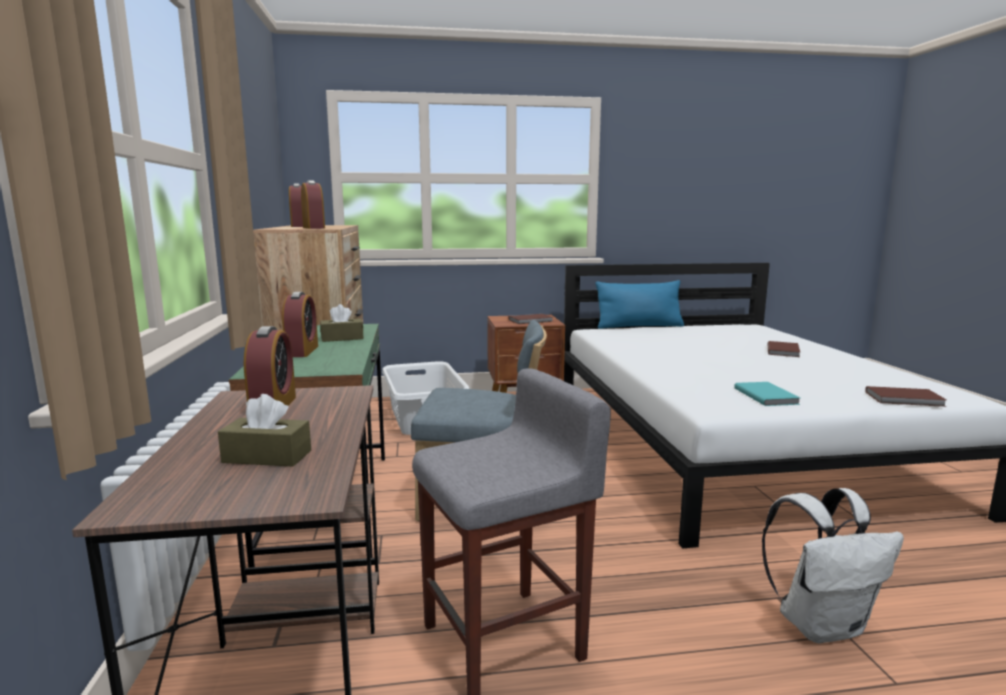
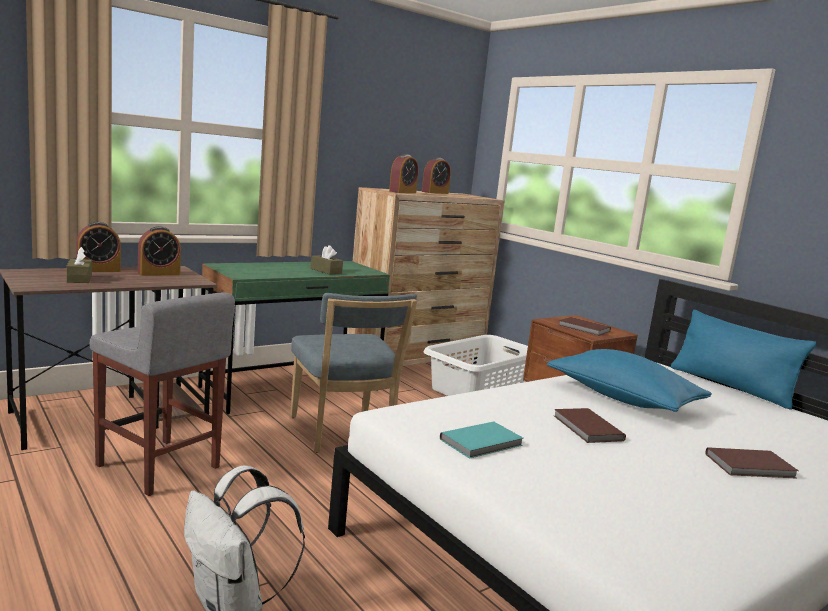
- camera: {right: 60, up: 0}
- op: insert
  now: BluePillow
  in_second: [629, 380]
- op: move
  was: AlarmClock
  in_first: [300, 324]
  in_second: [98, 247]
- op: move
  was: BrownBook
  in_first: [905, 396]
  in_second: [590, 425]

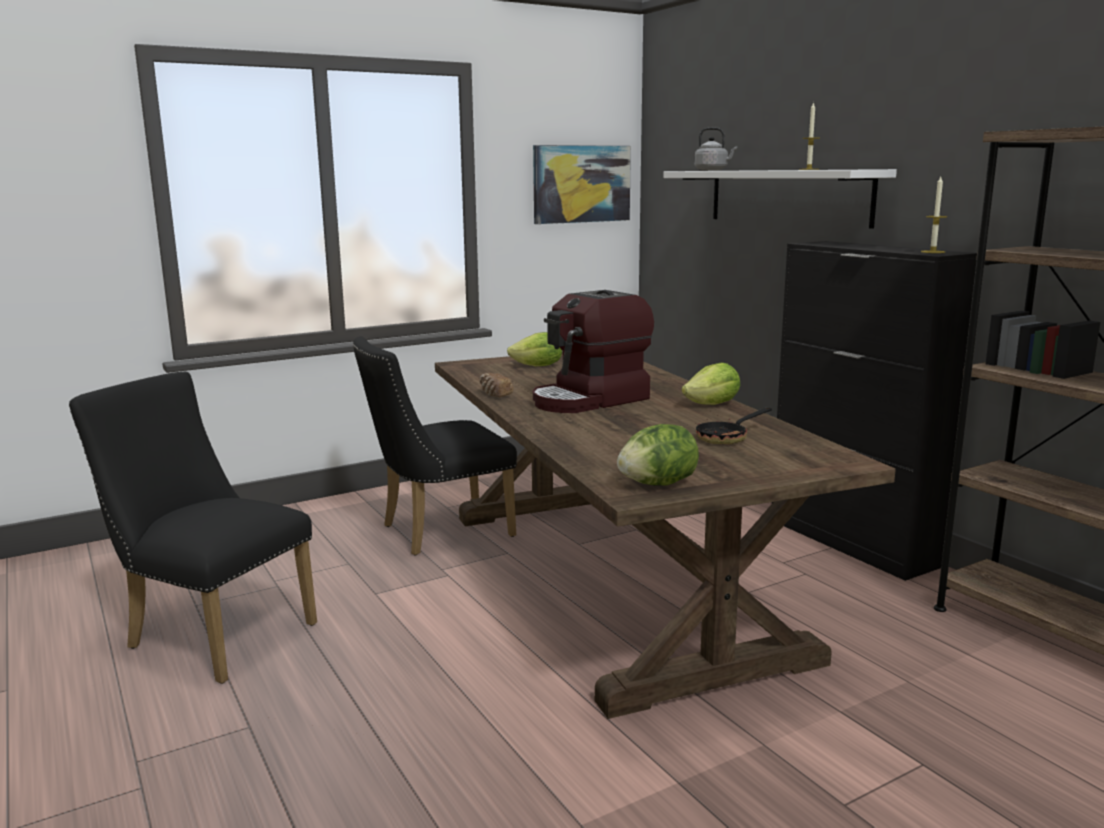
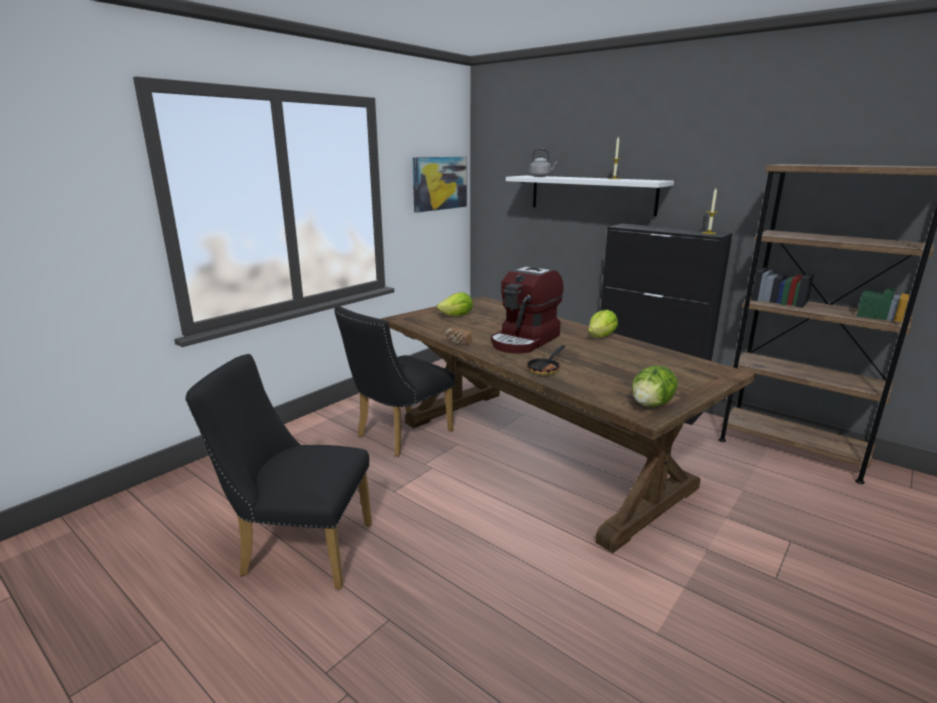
- camera: {right: -20, up: 5}
- op: move
  was: FryingPan
  in_first: [734, 426]
  in_second: [546, 360]

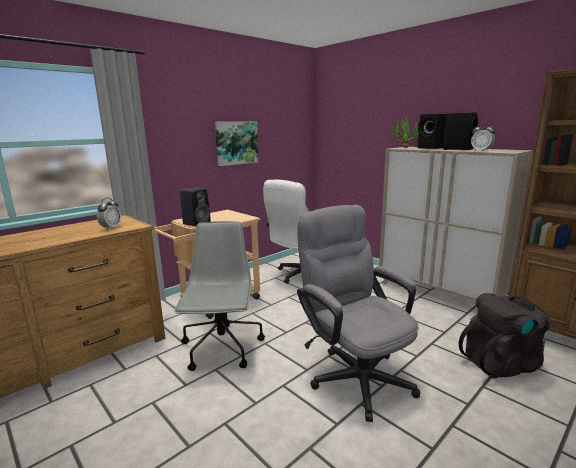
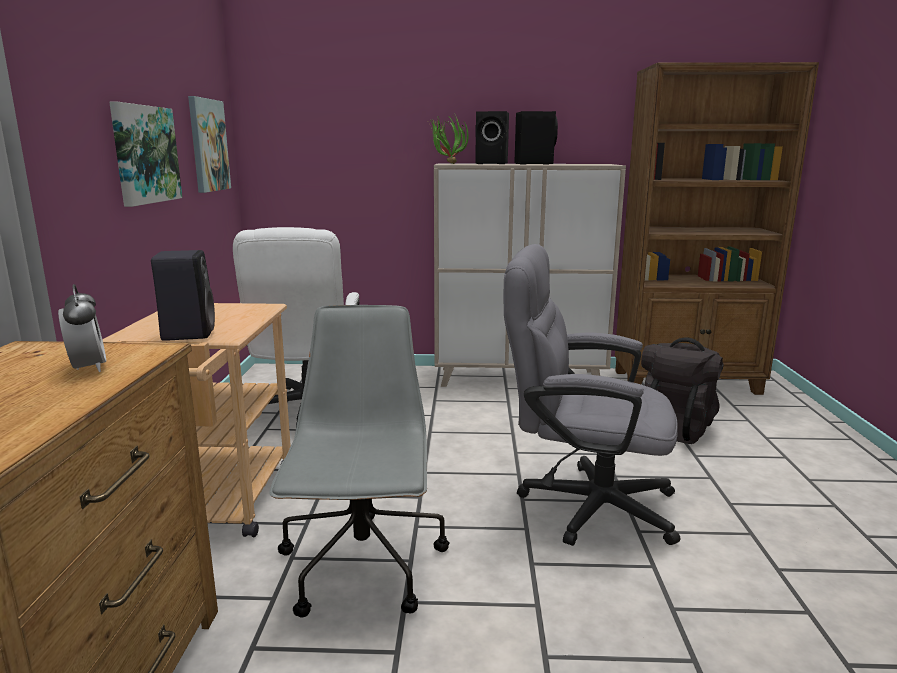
- camera: {right: -45, up: 0}
- op: delete
  was: AlarmClock
  in_first: [483, 137]
- op: insert
  now: Picture
  in_second: [209, 144]
- op: rotate
  was: GreyOfficeChair
  in_first: [219, 296]
  in_second: [359, 461]
  clockwise: 45

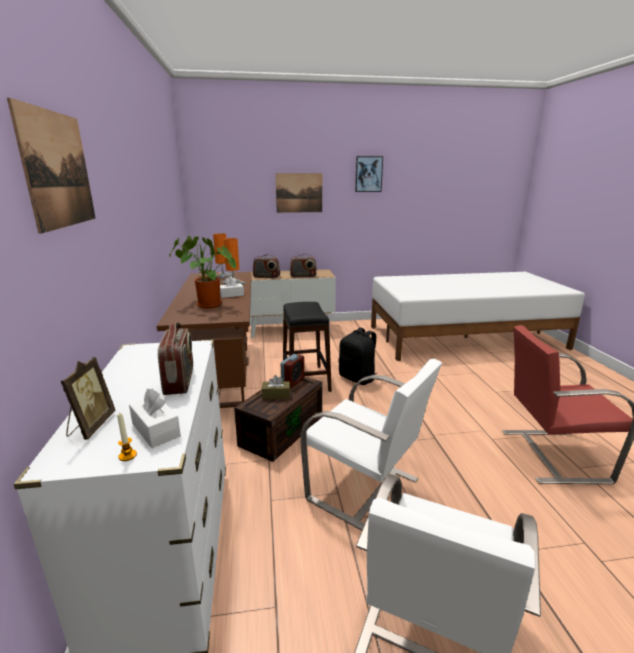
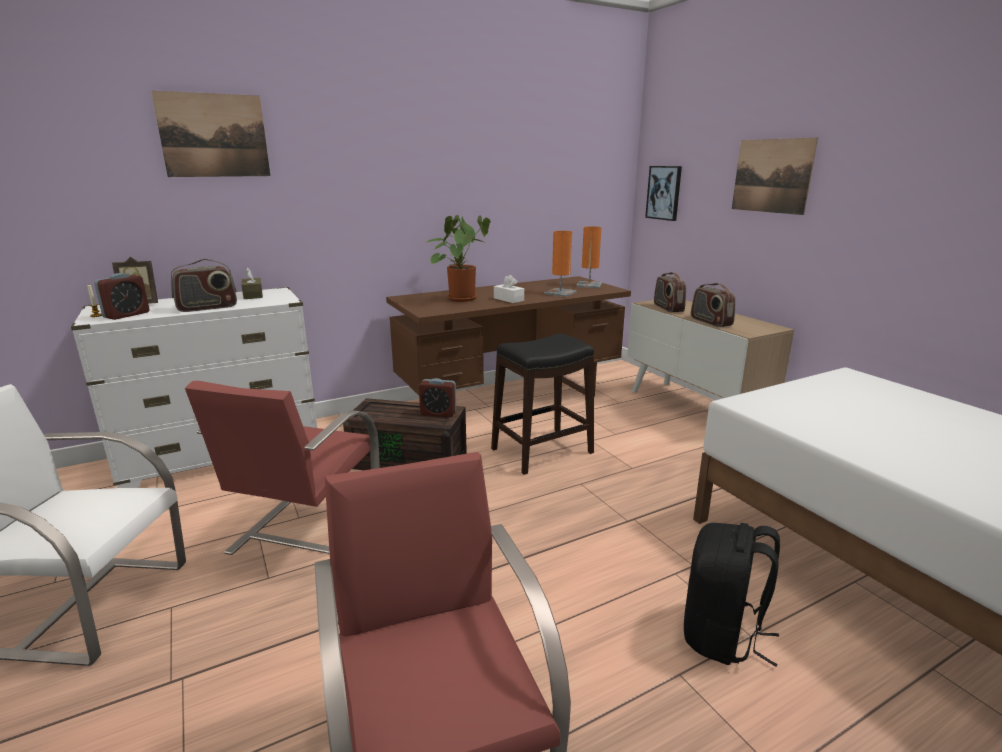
- camera: {right: 70, up: 0}
- op: move
  was: BrownTissueBox
  in_first: [276, 387]
  in_second: [252, 283]
- op: move
  was: BlackBackpack
  in_first: [358, 356]
  in_second: [732, 595]
- op: move
  was: Picture
  in_first: [369, 174]
  in_second: [663, 193]
- op: replace
  was: WhiteTissueBox
  now: AlarmClock
  in_first: [155, 418]
  in_second: [122, 296]
- op: recolor
  was: WhiteChair
  now: RedChair
  in_first: [371, 445]
  in_second: [282, 468]

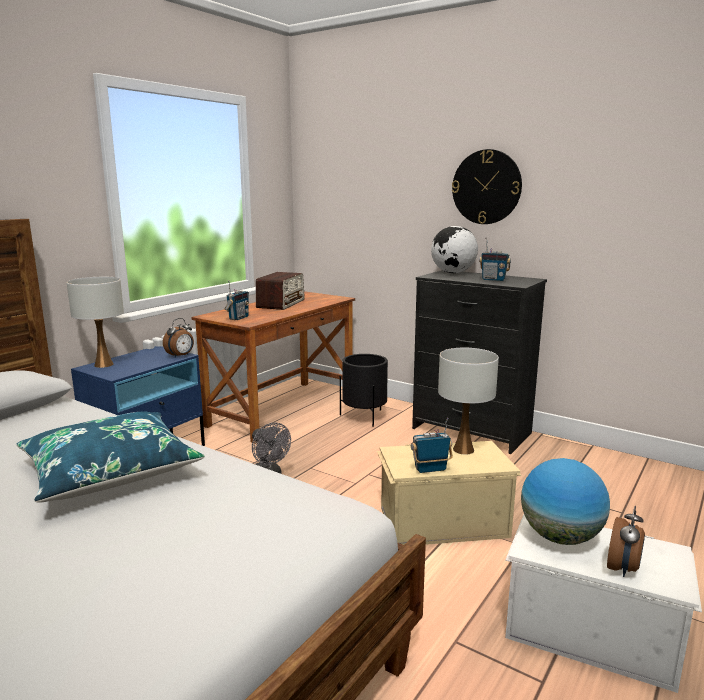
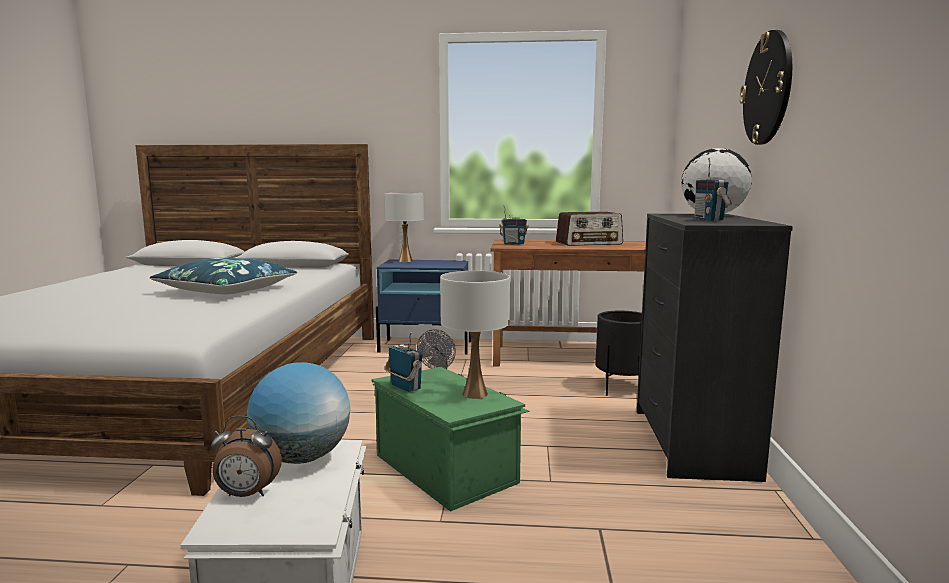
- camera: {right: 60, up: -5}
- op: delete
  was: AlarmClock
  in_first: [178, 338]
- op: recolor
  was: BeigeStorageBox
  now: GreenStorageBox
  in_first: [449, 493]
  in_second: [450, 439]

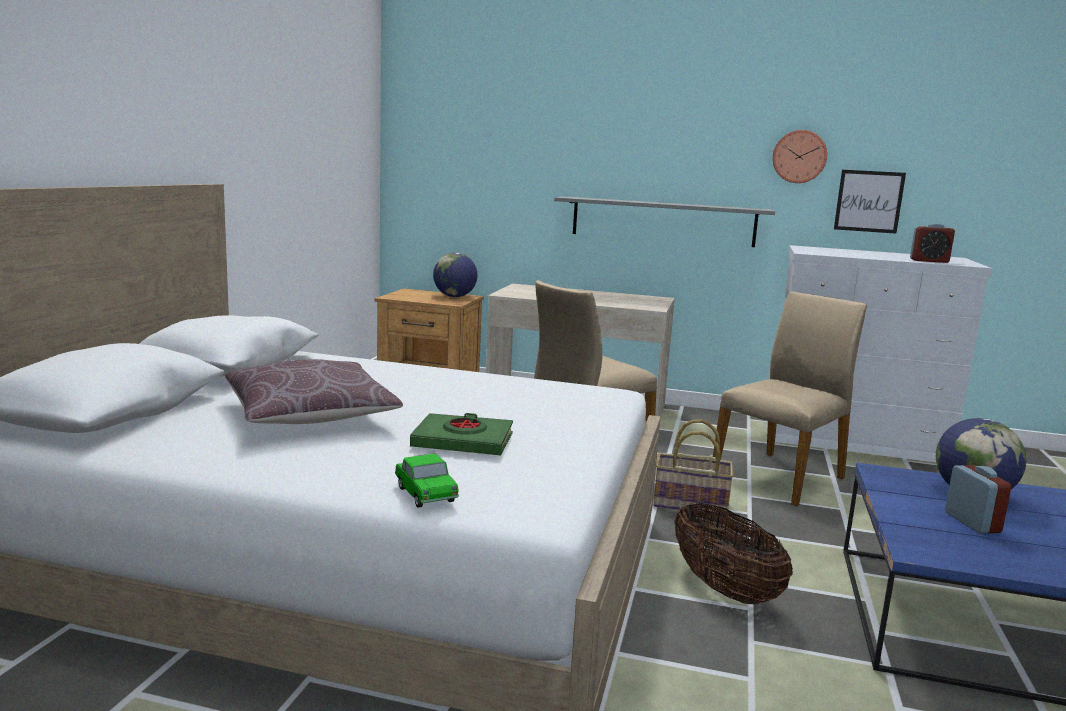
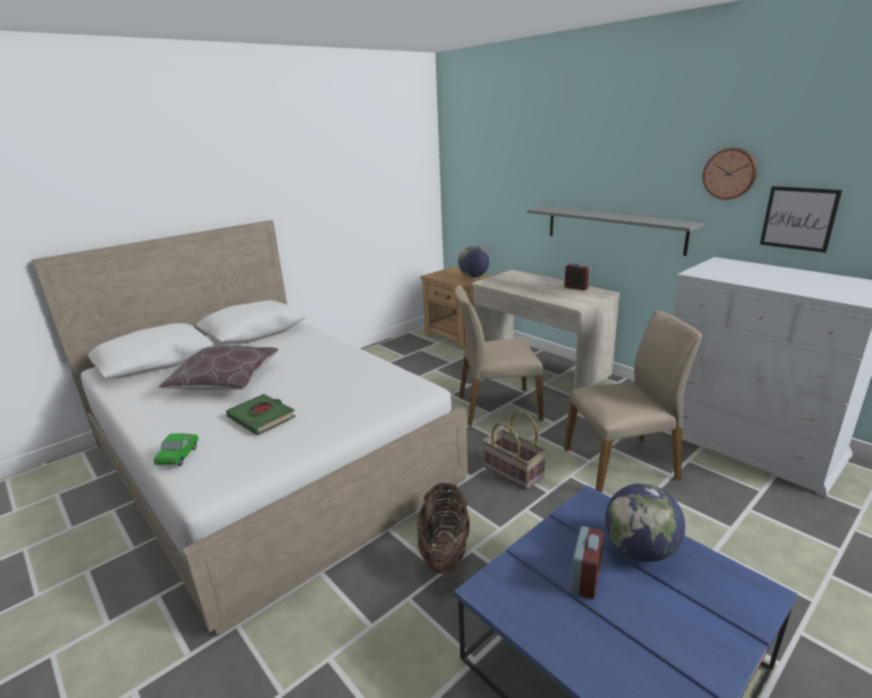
- camera: {right: 35, up: 10}
- op: move
  was: AlarmClock
  in_first: [932, 243]
  in_second: [577, 276]

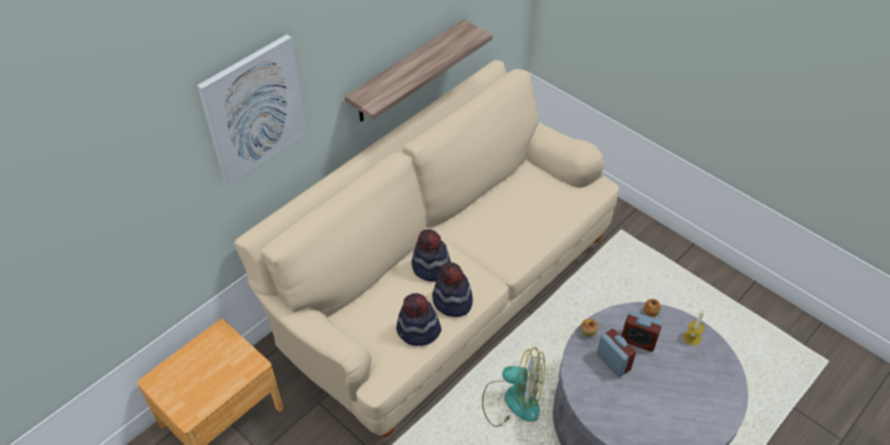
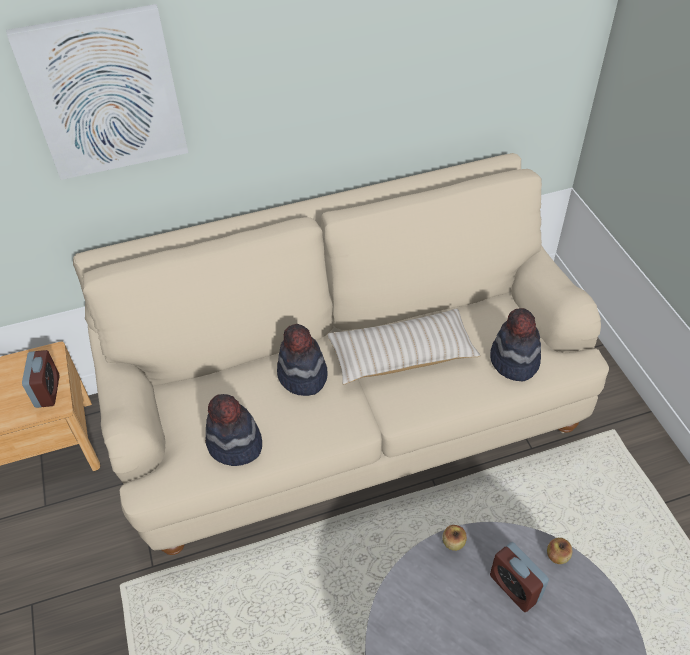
- camera: {right: 30, up: 0}
- op: delete
  was: Shelf
  in_first: [418, 70]
- op: delete
  was: Fan
  in_first: [513, 387]
- op: delete
  was: Candle
  in_first: [693, 327]
- op: insert
  now: BeigePillow
  in_second: [404, 346]
- op: move
  was: Hat
  in_first: [452, 289]
  in_second: [515, 345]
- op: move
  was: AlarmClock
  in_first: [616, 353]
  in_second: [41, 379]

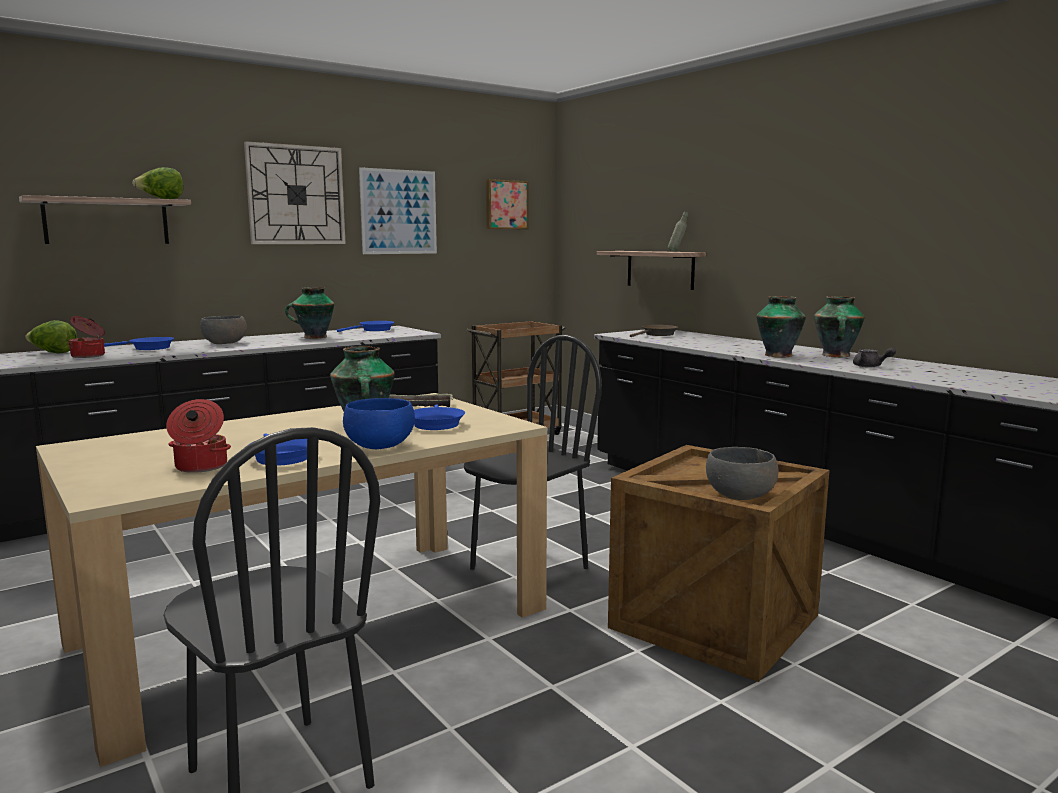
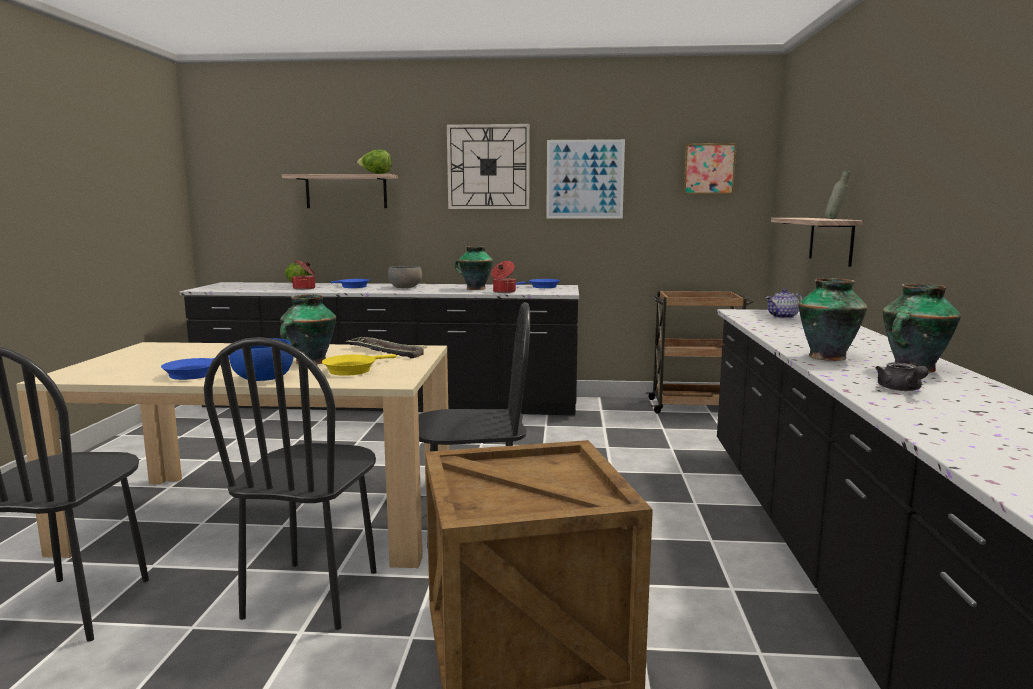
- camera: {right: 40, up: 0}
- op: delete
  was: GreyBowl
  in_first: [742, 473]
- op: insert
  now: BlackChair
  in_second: [290, 483]
- op: move
  was: CookingPot
  in_first: [198, 436]
  in_second: [503, 277]
- op: replace
  was: BrownFryingPan
  now: Teapot
  in_first: [654, 331]
  in_second: [784, 303]
- op: recolor
  was: BlueFryingPan
  now: YellowFryingPan
  in_first: [439, 417]
  in_second: [359, 365]

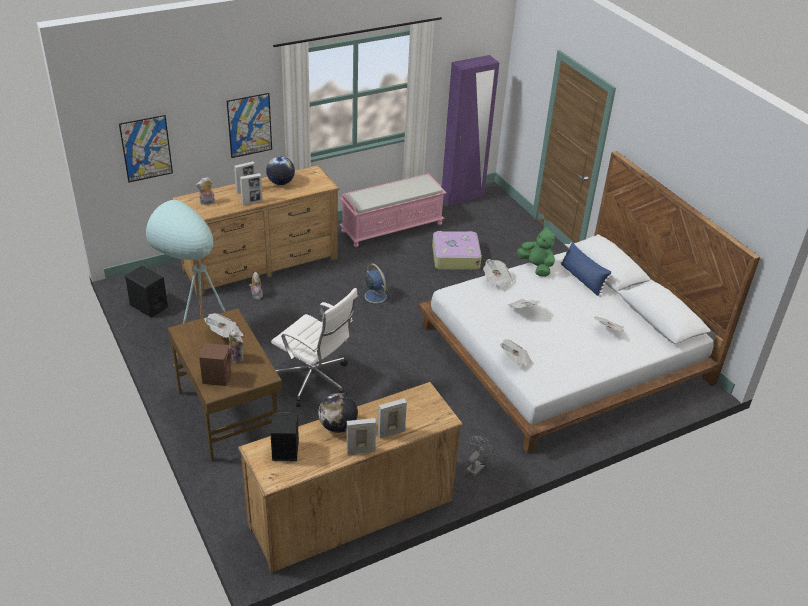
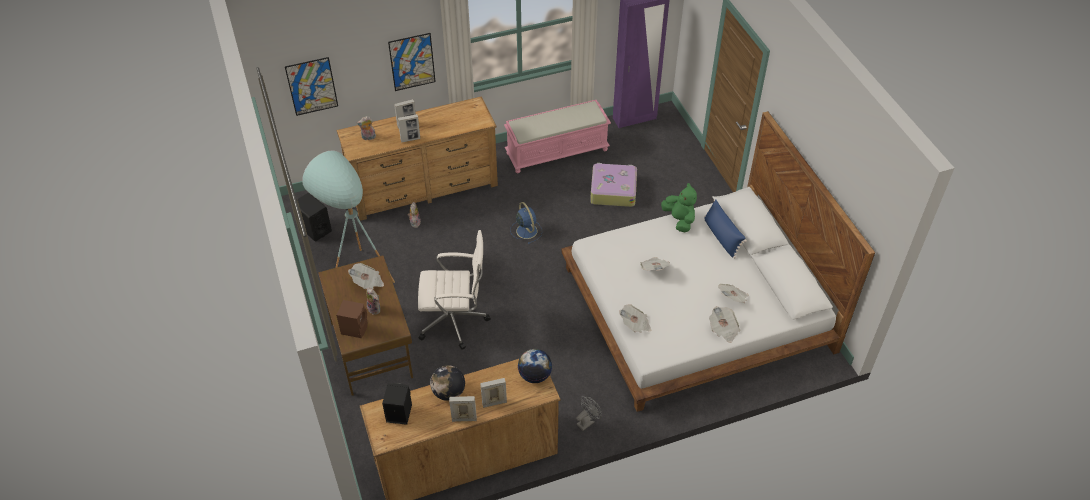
- camera: {right: 10, up: 10}
- op: move
  was: Globe
  in_first: [280, 170]
  in_second: [535, 366]
- op: move
  was: Newspaper
  in_first: [498, 275]
  in_second: [725, 324]
- op: rotate
  was: WhiteOfficeChair
  in_first: [314, 347]
  in_second: [454, 290]
  clockwise: -45

